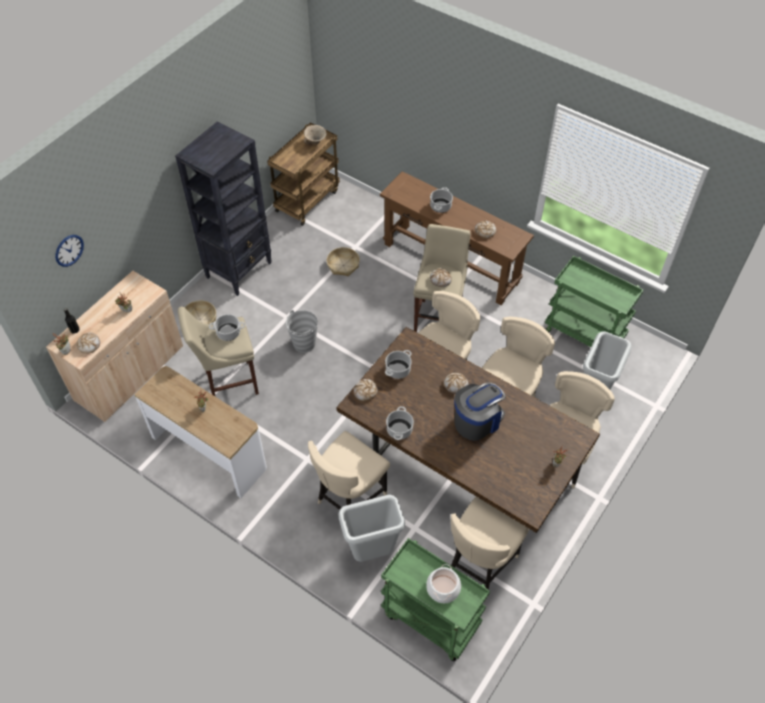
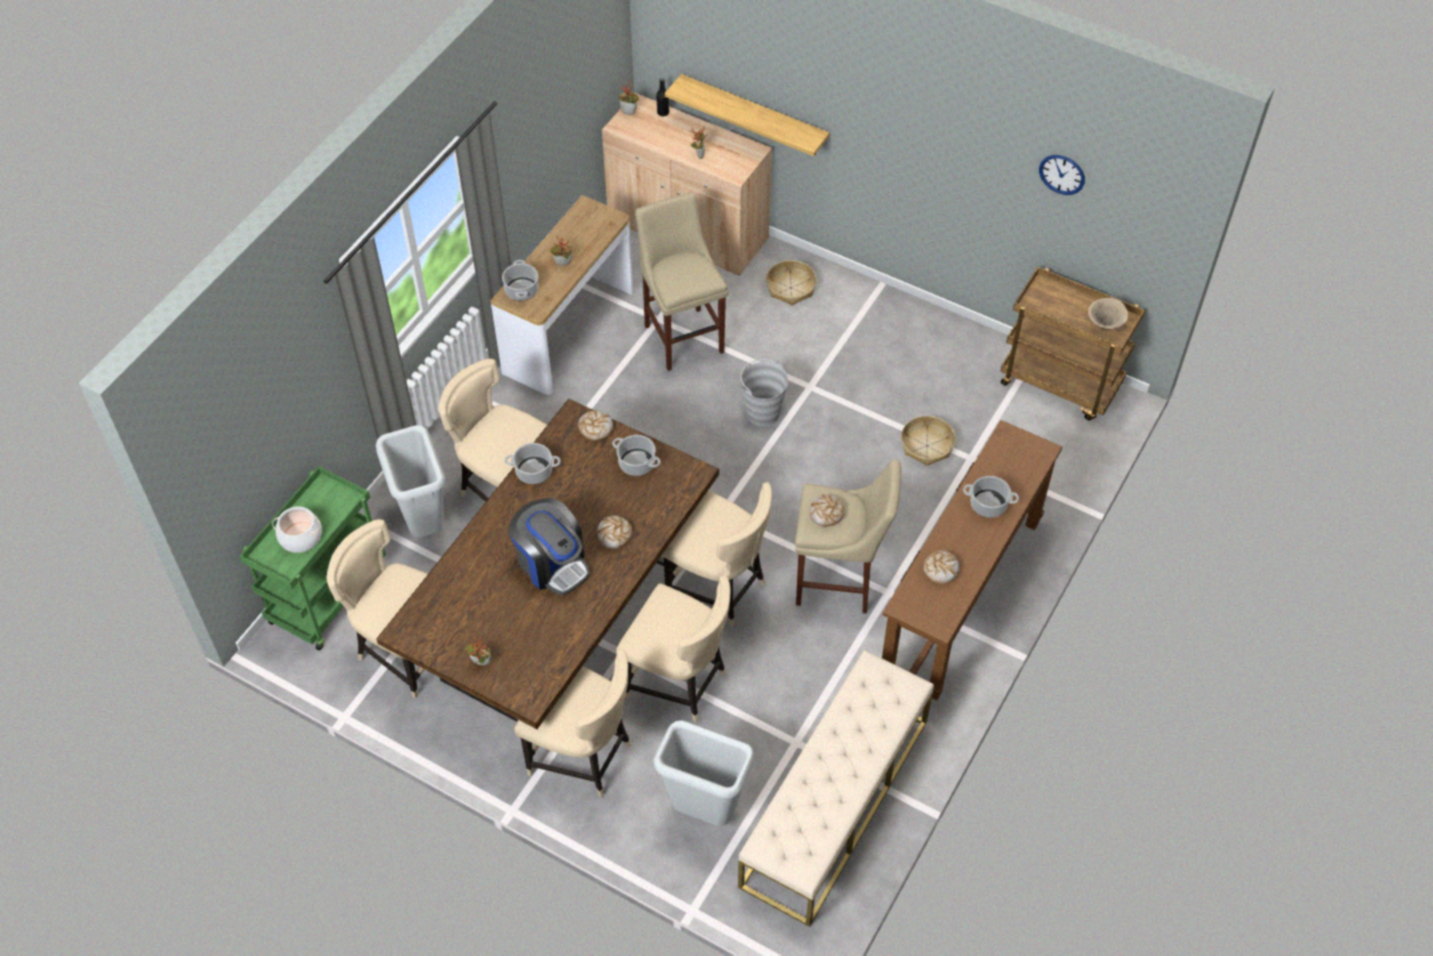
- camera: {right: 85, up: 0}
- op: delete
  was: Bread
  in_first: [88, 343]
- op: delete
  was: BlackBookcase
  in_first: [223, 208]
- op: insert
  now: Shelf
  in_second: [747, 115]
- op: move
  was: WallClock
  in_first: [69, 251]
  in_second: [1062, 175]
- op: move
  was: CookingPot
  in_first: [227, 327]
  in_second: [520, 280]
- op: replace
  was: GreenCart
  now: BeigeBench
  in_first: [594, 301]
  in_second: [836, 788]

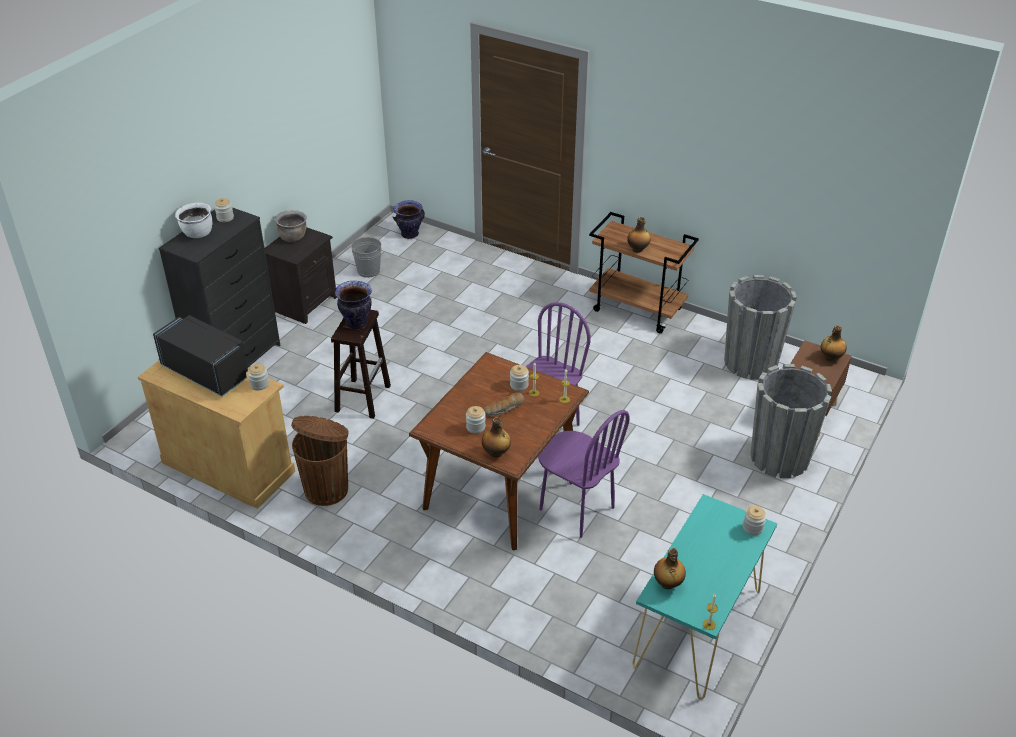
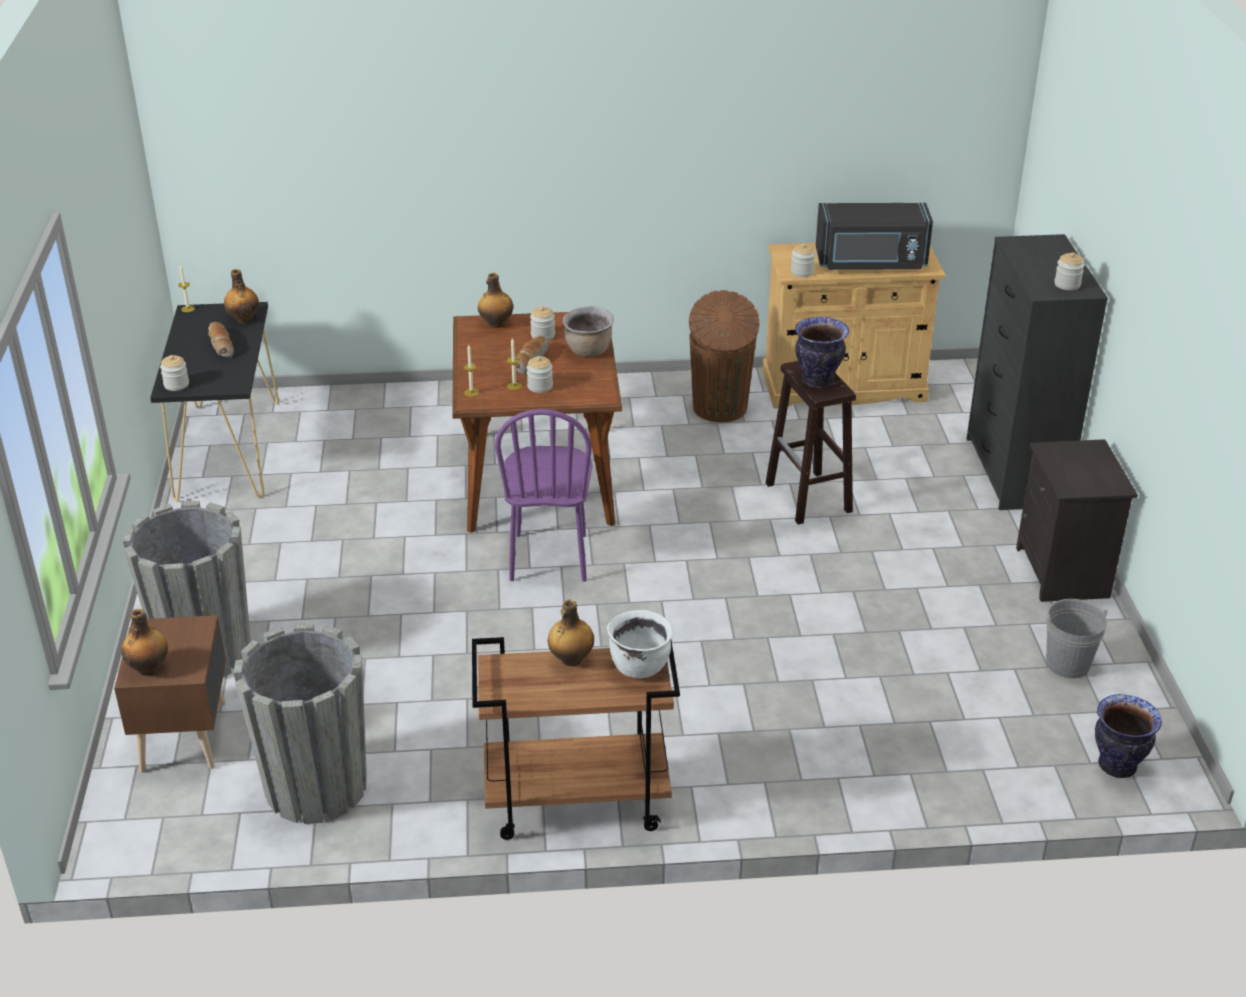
- camera: {right: 145, up: -5}
- op: delete
  was: PurpleChair
  in_first: [584, 474]
- op: insert
  now: Bread
  in_second: [221, 340]
- op: move
  was: WhiteCookingPot
  in_first: [193, 220]
  in_second: [640, 644]
- op: move
  was: BrownCookingPot
  in_first: [291, 226]
  in_second: [588, 331]
- op: recolor
  was: TurquoiseConsoleTable
  now: BlackConsoleTable
  in_first: [704, 597]
  in_second: [214, 402]

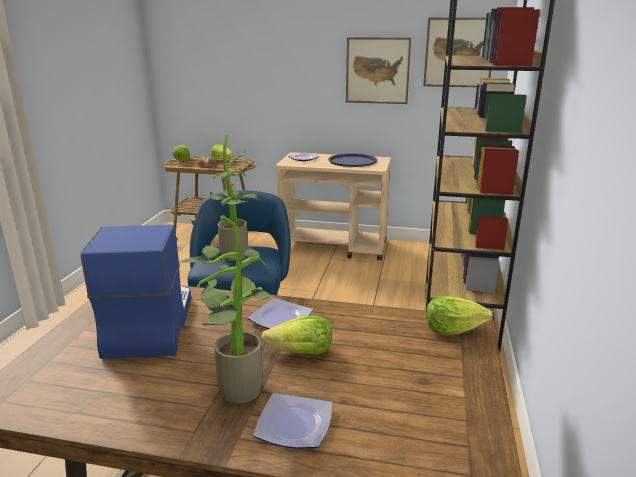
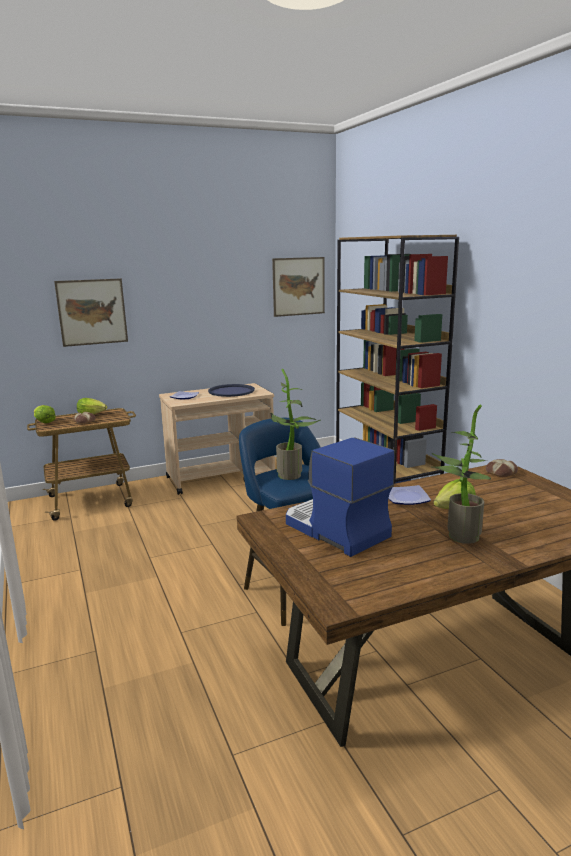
- camera: {right: -35, up: -5}
- op: delete
  was: Plate
  in_first: [292, 421]
- op: move
  was: Picture
  in_first: [378, 70]
  in_second: [91, 312]
- op: replace
  was: Lettuce
  now: Bread
  in_first: [459, 315]
  in_second: [502, 468]

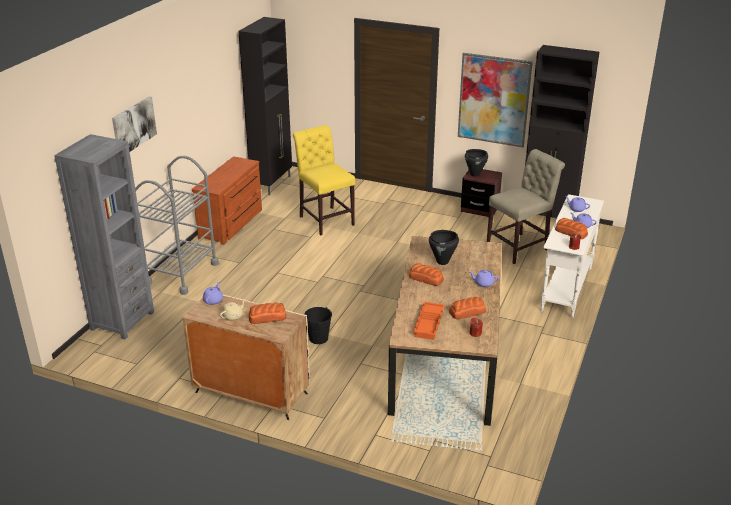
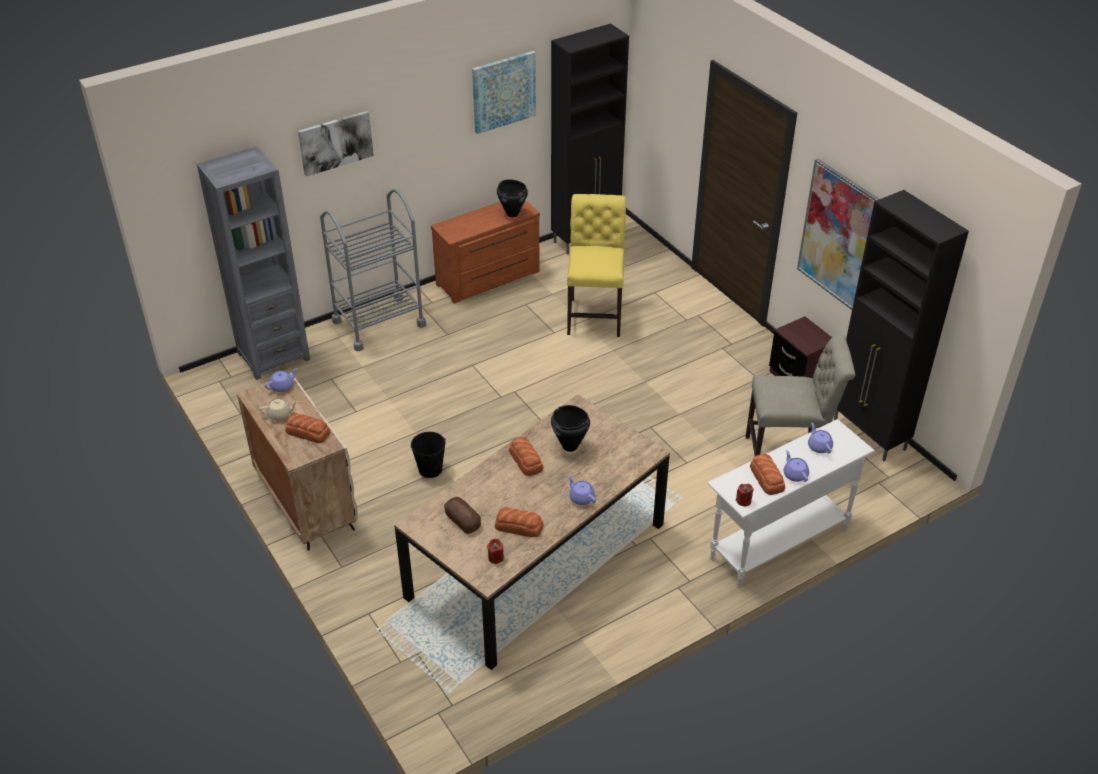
- camera: {right: 35, up: 10}
- op: insert
  now: Picture
  in_second: [504, 92]
- op: move
  was: BlackCookingPot
  in_first: [476, 163]
  in_second: [512, 198]
- op: replace
  was: OrangeTray
  now: Bread
  in_first: [429, 321]
  in_second: [462, 515]

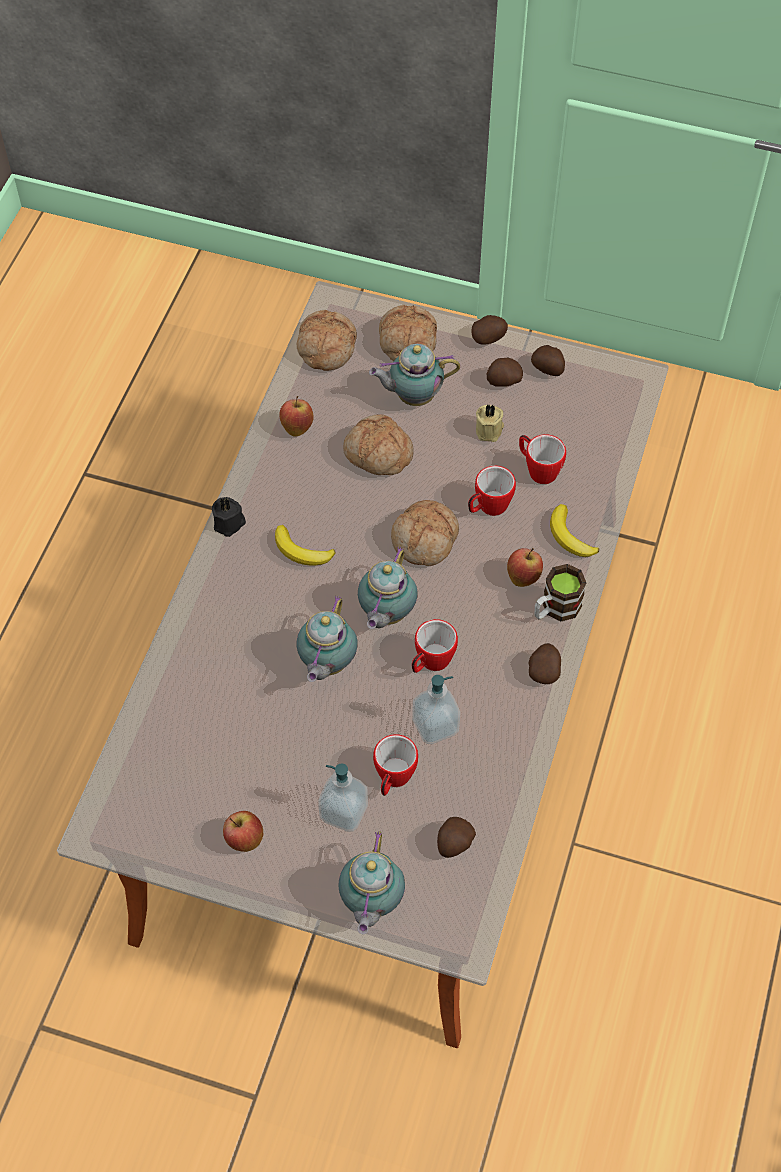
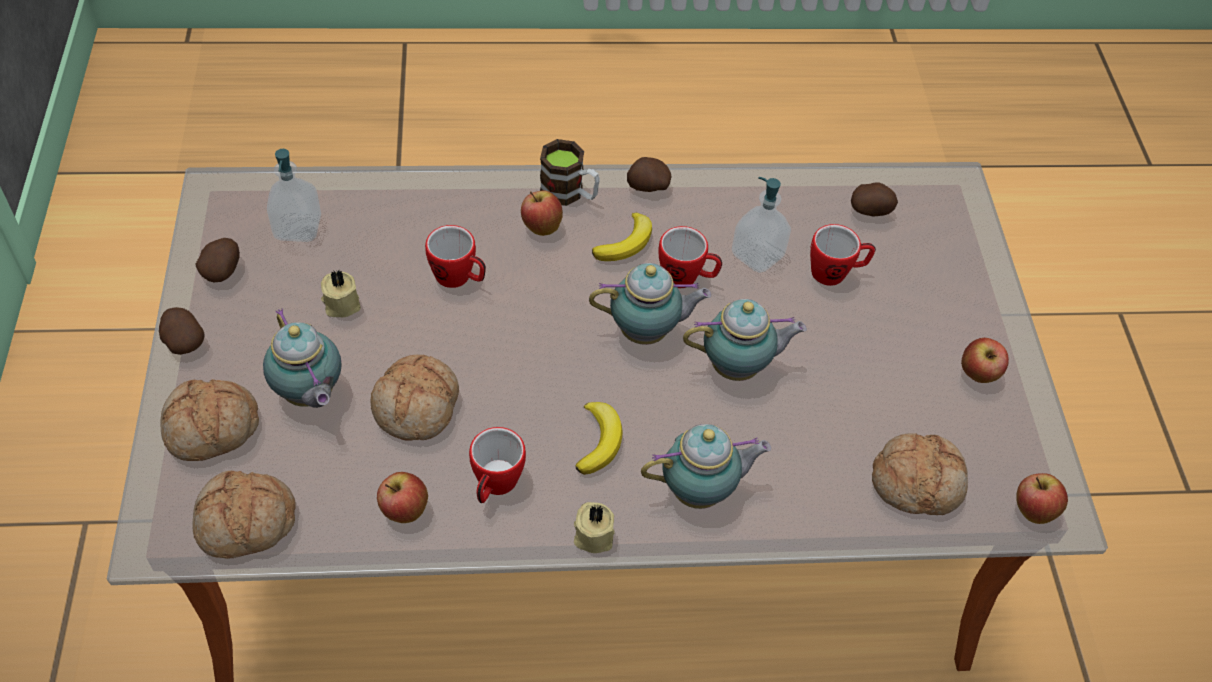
- camera: {right: -115, up: -5}
- op: delete
  was: Potato
  in_first: [505, 372]
- op: insert
  now: Apple
  in_second: [1042, 498]
- op: move
  was: SoapDispenser
  in_first: [343, 797]
  in_second: [294, 195]
- op: move
  was: Teapot
  in_first: [371, 882]
  in_second: [706, 466]
- op: move
  was: Bread
  in_first: [425, 533]
  in_second: [920, 474]
- op: move
  was: Mug
  in_first: [542, 459]
  in_second: [497, 465]
- op: move
  was: Banana
  in_first: [574, 530]
  in_second: [622, 237]
- op: recolor
  was: BlackCandle
  now: BeigeCandle
  in_first: [229, 517]
  in_second: [594, 527]

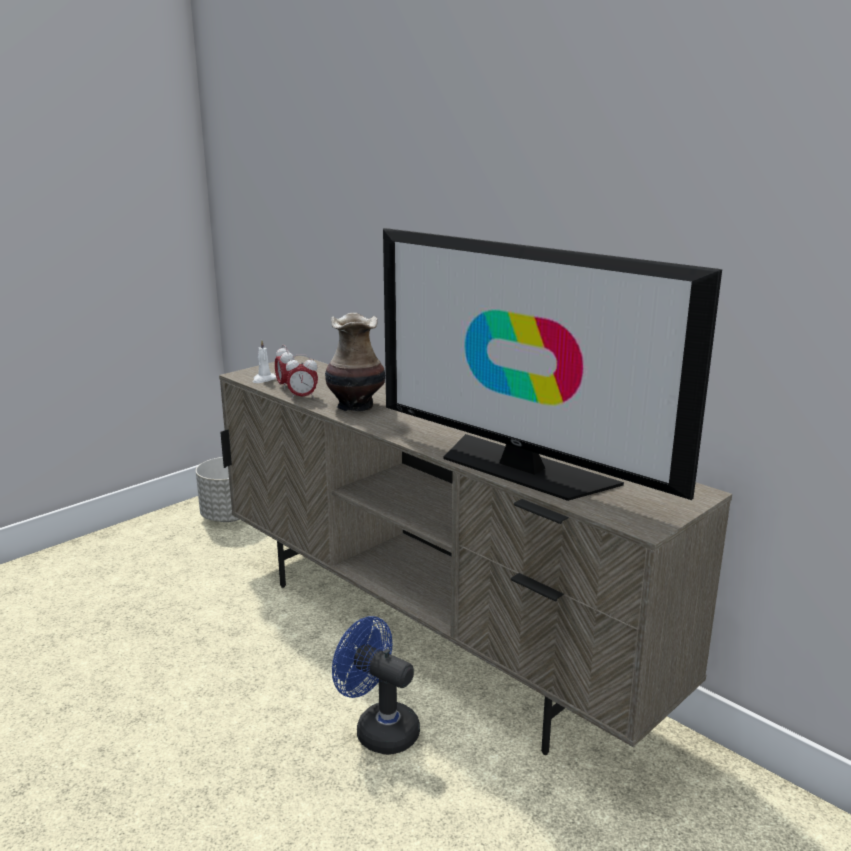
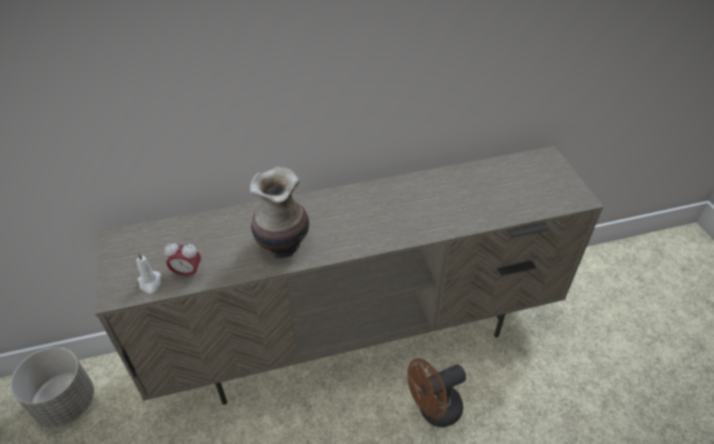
- camera: {right: -60, up: 25}
- op: delete
  was: AlarmClock
  in_first: [302, 377]
- op: delete
  was: Television
  in_first: [552, 364]
- op: recolor
  was: BlueFan
  now: BrownFan
  in_first: [376, 685]
  in_second: [436, 392]

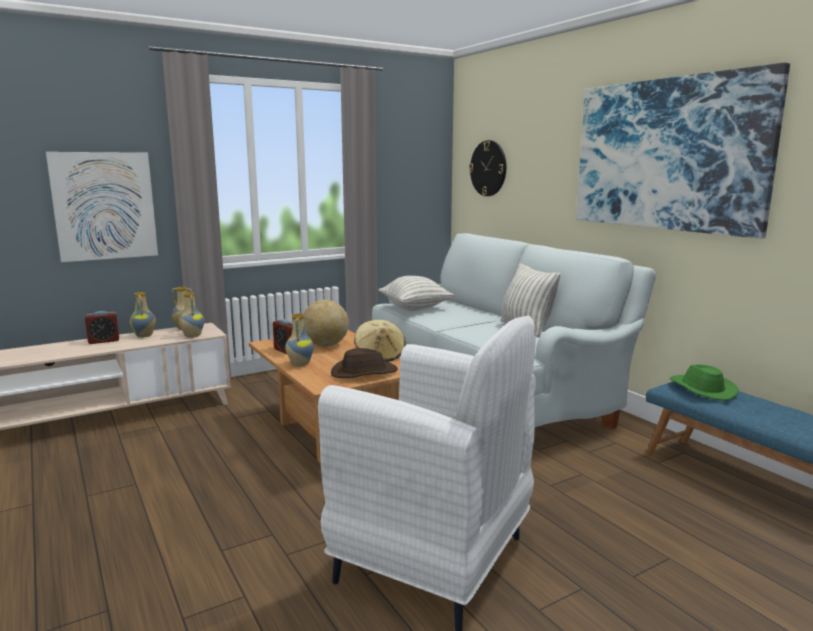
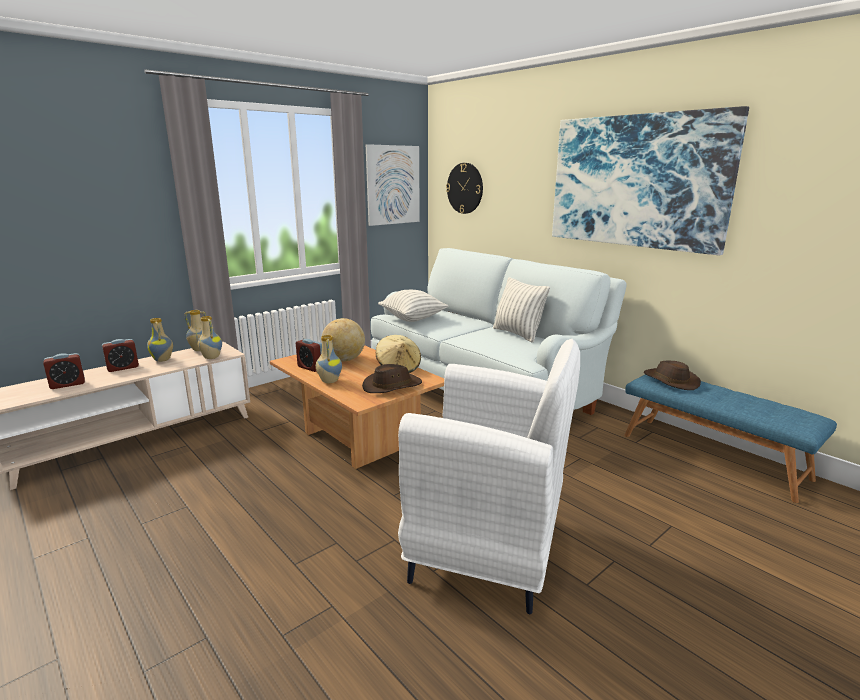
- camera: {right: -10, up: 5}
- op: insert
  now: AlarmClock
  in_second: [64, 371]
- op: move
  was: Picture
  in_first: [102, 207]
  in_second: [393, 185]
- op: recolor
  was: GreenHat
  now: BrownHat
  in_first: [704, 382]
  in_second: [672, 375]

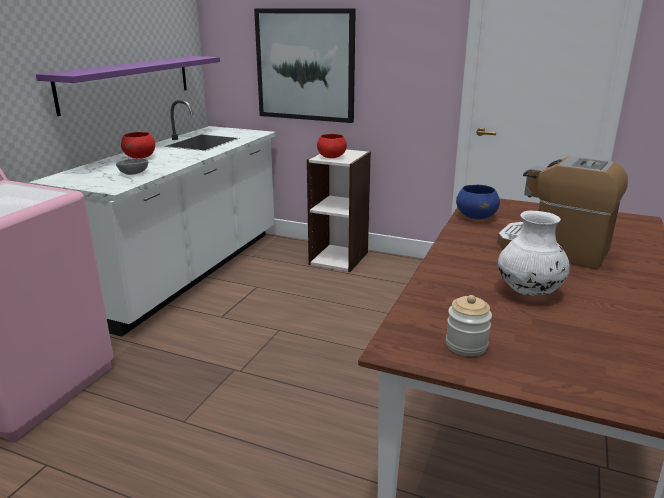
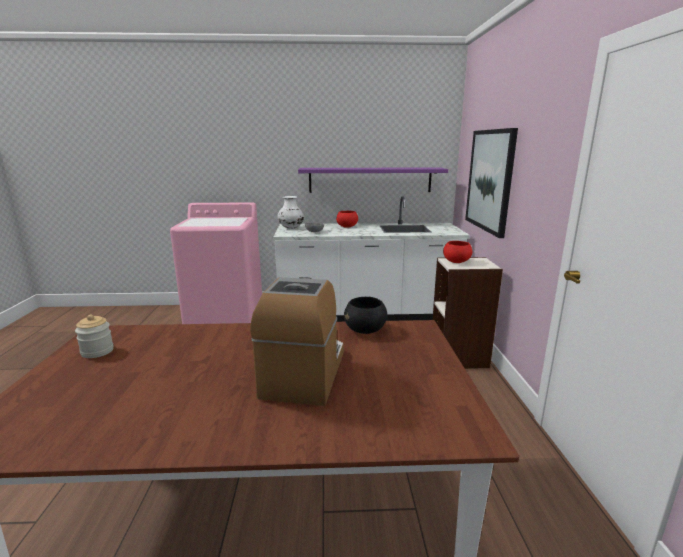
- camera: {right: 65, up: -5}
- op: move
  was: WhiteVase
  in_first: [534, 253]
  in_second: [291, 212]
- op: recolor
  was: BlueBowl
  now: BlackBowl
  in_first: [478, 202]
  in_second: [365, 315]

